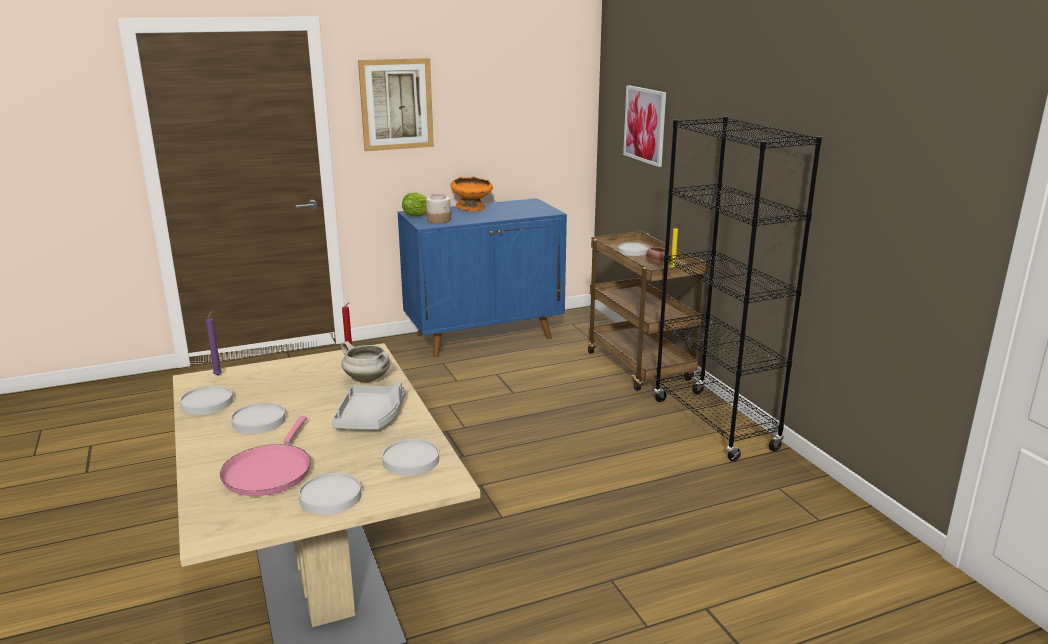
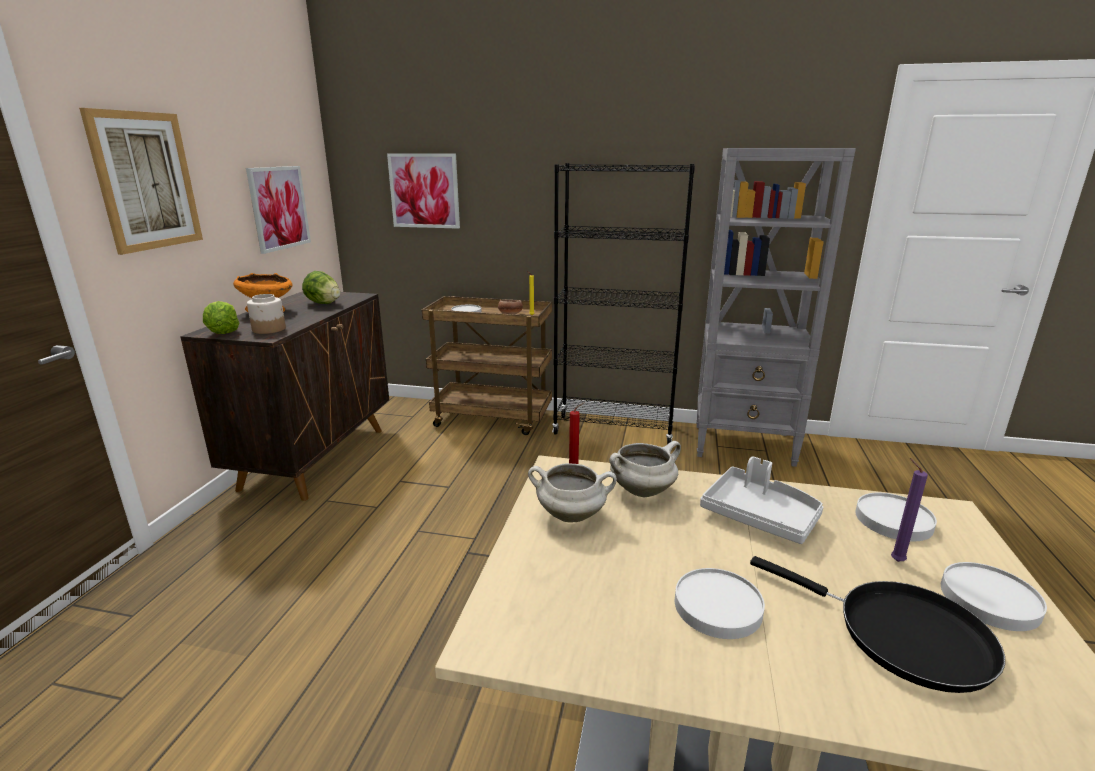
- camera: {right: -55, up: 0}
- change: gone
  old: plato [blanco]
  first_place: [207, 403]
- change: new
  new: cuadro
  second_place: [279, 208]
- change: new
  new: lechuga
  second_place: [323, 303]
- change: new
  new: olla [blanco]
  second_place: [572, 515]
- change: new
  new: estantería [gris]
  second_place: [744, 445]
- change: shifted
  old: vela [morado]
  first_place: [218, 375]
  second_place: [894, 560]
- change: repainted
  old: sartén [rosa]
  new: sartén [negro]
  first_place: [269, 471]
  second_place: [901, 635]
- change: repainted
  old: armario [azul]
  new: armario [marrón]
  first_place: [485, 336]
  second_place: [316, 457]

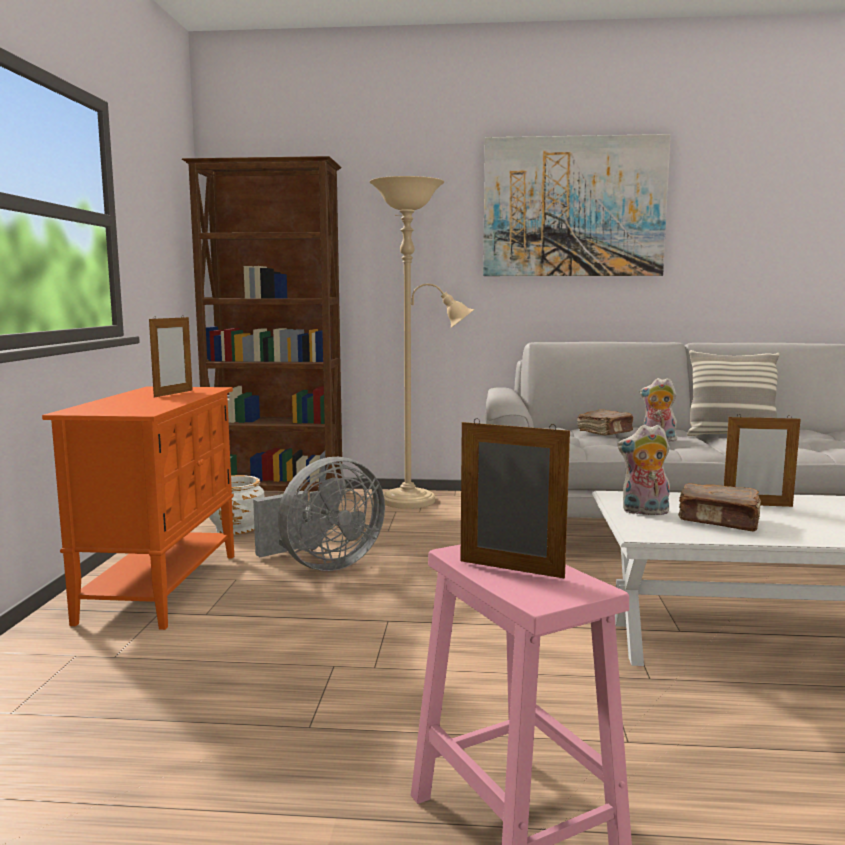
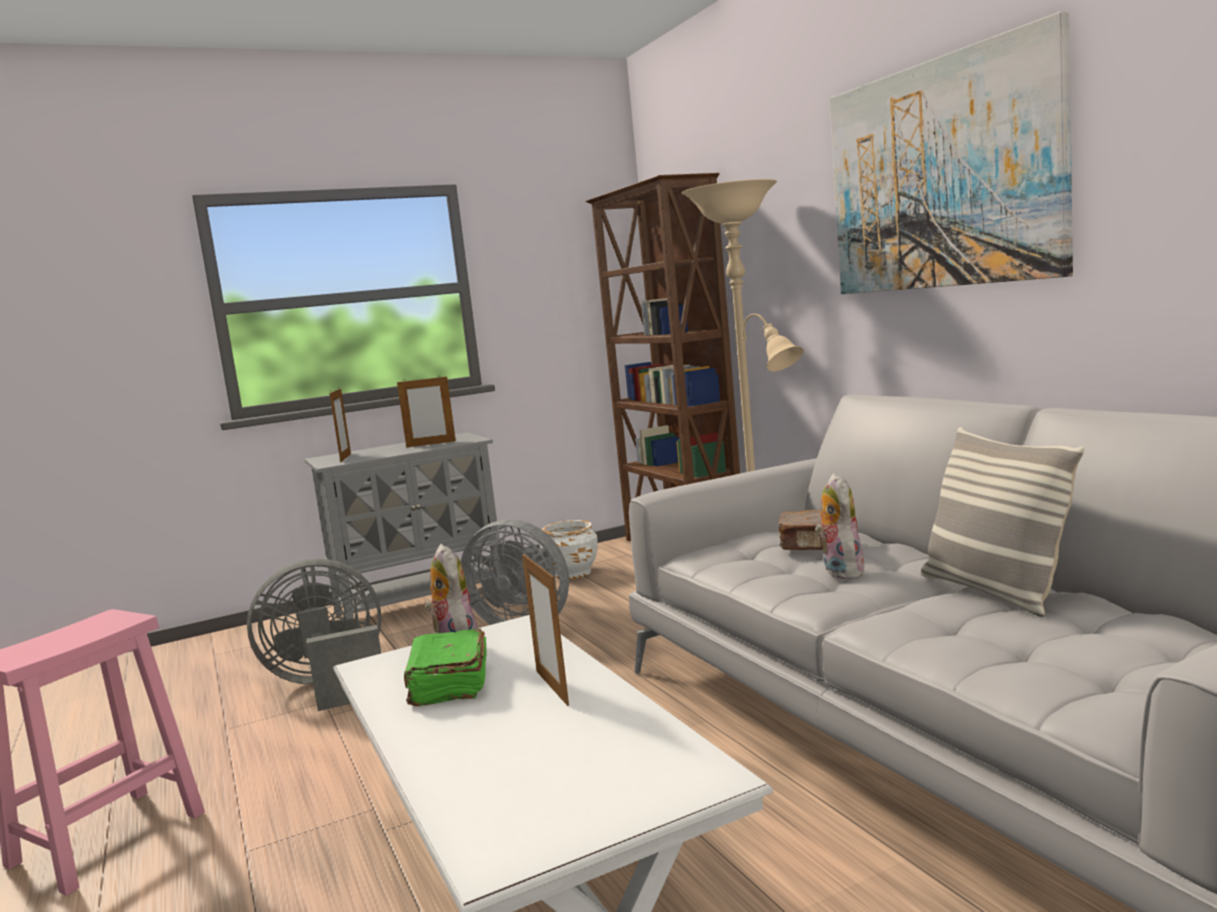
- camera: {right: 60, up: 0}
- change: new
  new: ventilador [gris]
  second_place: [330, 686]
- change: shifted
  old: portarretratos
  first_place: [511, 569]
  second_place: [345, 457]
- change: repainted
  old: armario [naranja]
  new: armario [gris]
  first_place: [162, 586]
  second_place: [422, 606]
- change: repainted
  old: libro [marrón]
  new: libro [verde]
  first_place: [719, 521]
  second_place: [448, 684]

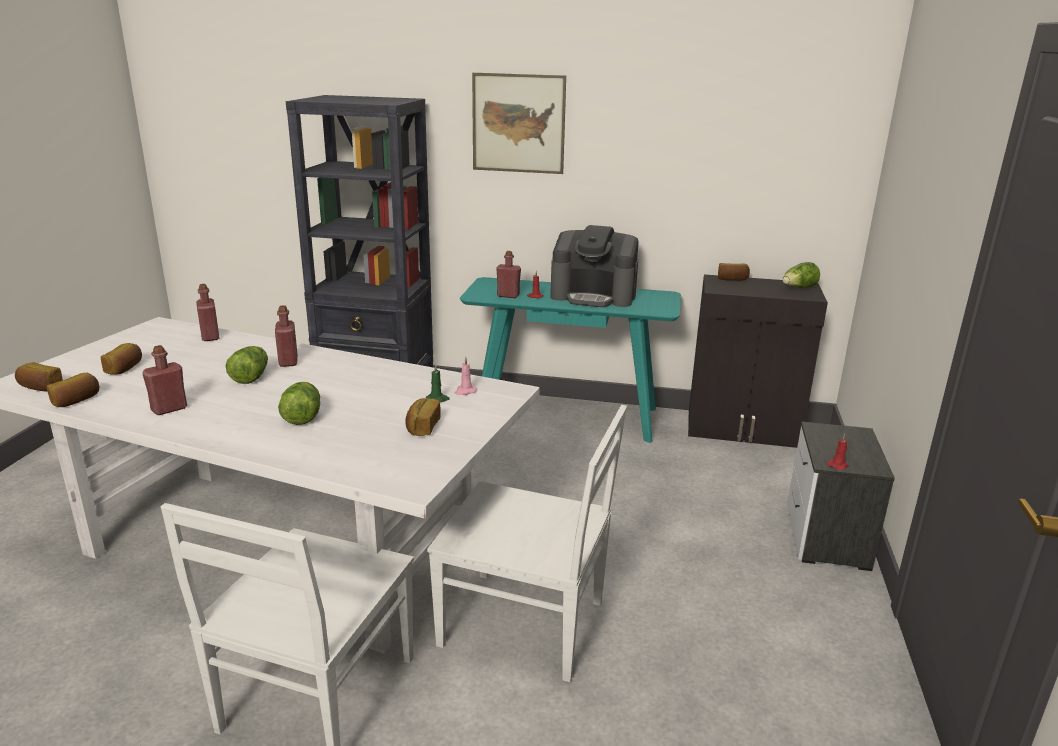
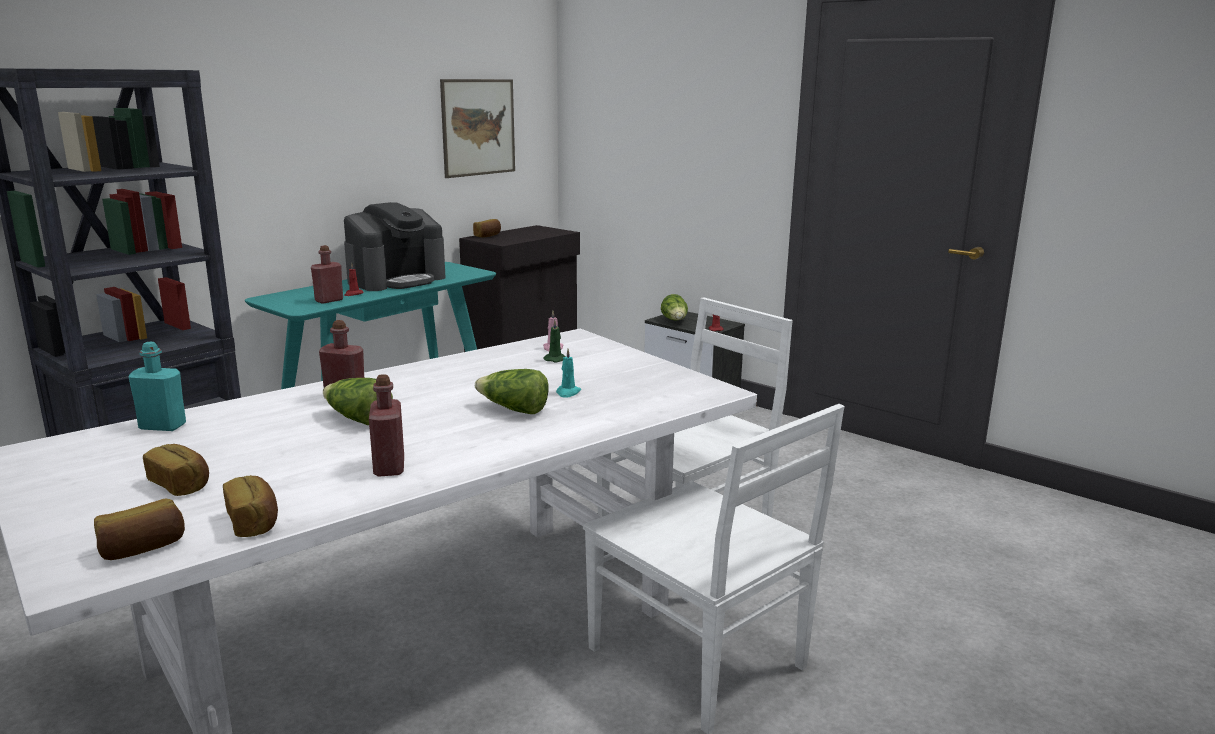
- camera: {right: -60, up: -5}
- change: gone
  old: pan
  first_place: [422, 427]
- change: new
  new: vela [turquesa]
  second_place: [567, 393]
- change: shifted
  old: cuadro
  first_place: [518, 123]
  second_place: [478, 127]
- change: shifted
  old: lechuga
  first_place: [798, 288]
  second_place: [675, 321]
- change: repainted
  old: botella [rojo]
  new: botella [turquesa]
  first_place: [210, 337]
  second_place: [162, 426]

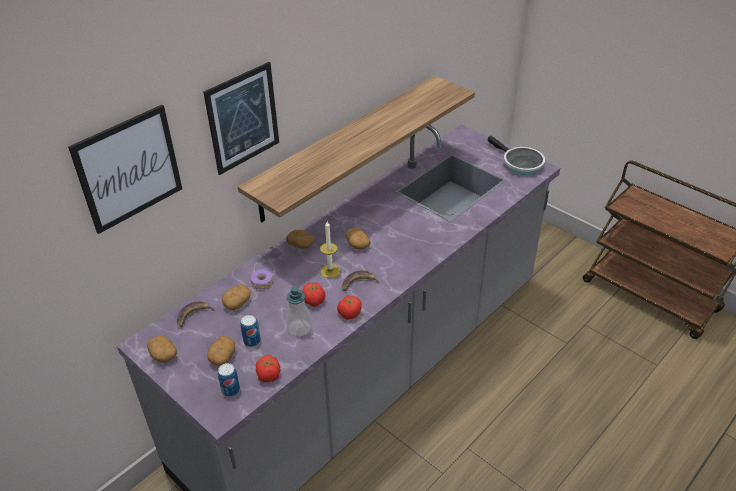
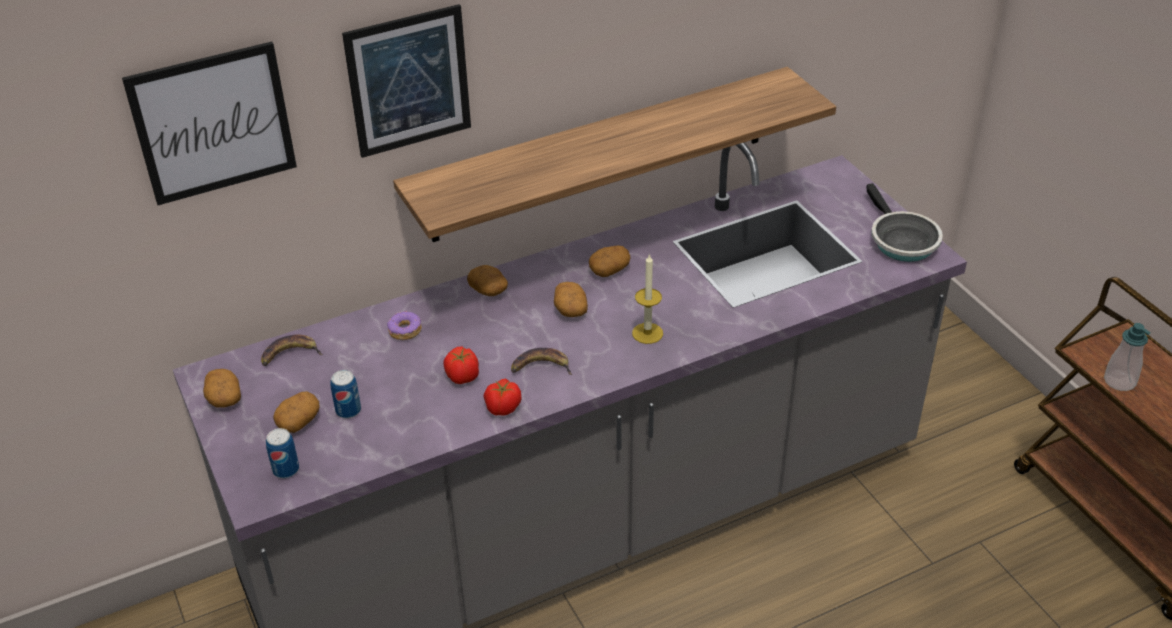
- camera: {right: 20, up: 0}
- change: gone
  old: tomate
  first_place: [268, 376]
- change: shifted
  old: patata
  first_place: [237, 303]
  second_place: [609, 269]
- change: shifted
  old: dispensador de jabón
  first_place: [299, 328]
  second_place: [1119, 381]
- change: shifted
  old: vela
  first_place: [330, 271]
  second_place: [647, 333]

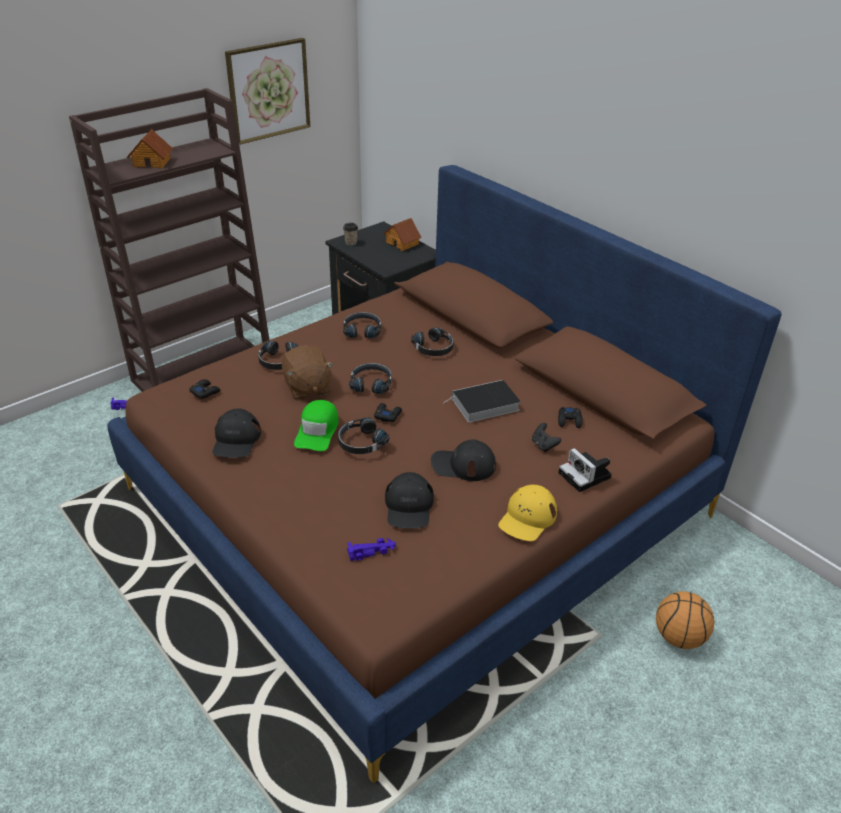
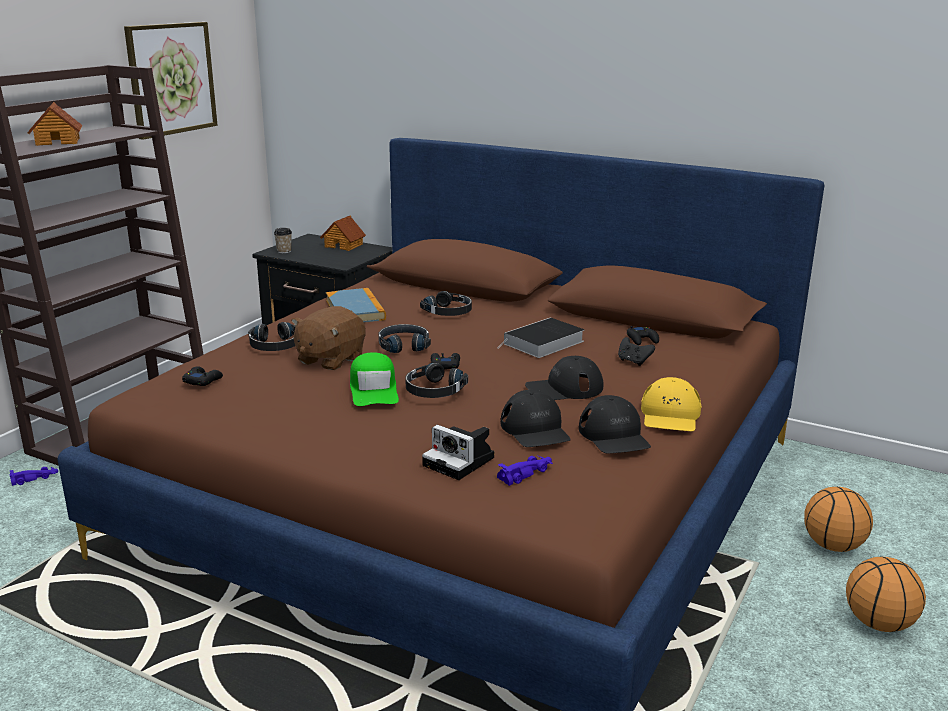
- camera: {right: -20, up: -15}
- change: new
  new: balón de baloncesto
  second_place: [879, 624]
- change: shifted
  old: gorra [negro]
  first_place: [236, 439]
  second_place: [614, 436]
- change: shifted
  old: cámara
  first_place: [586, 476]
  second_place: [461, 462]
- change: swapped
  old: auriculares [negro]
  new: libro
  first_place: [362, 330]
  second_place: [355, 310]
- change: rotated
  old: peluche [marrón]
  first_place: [307, 388]
  second_place: [329, 360]
  degrees: 75

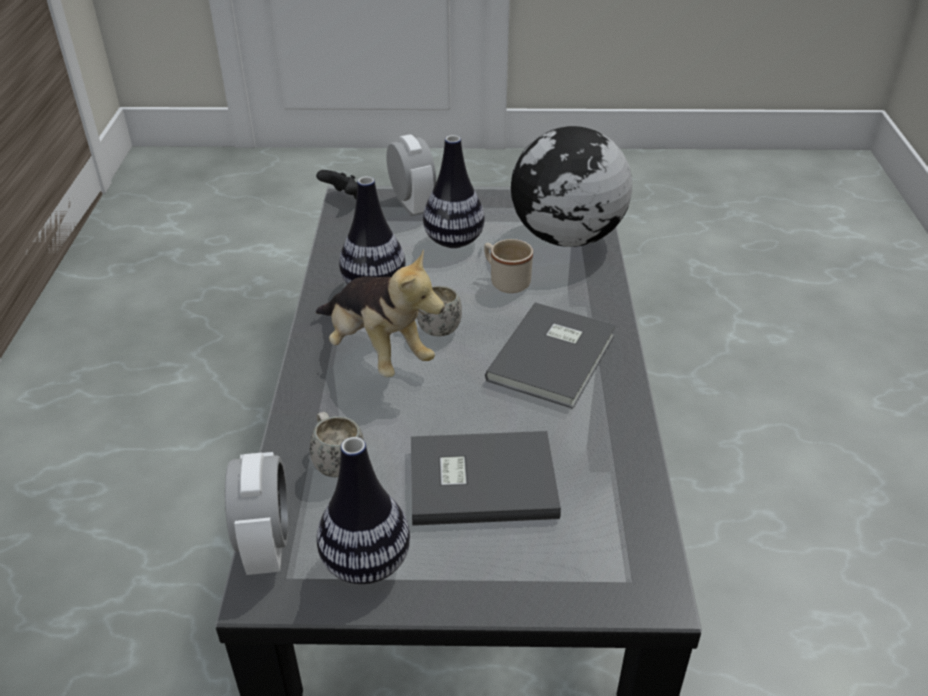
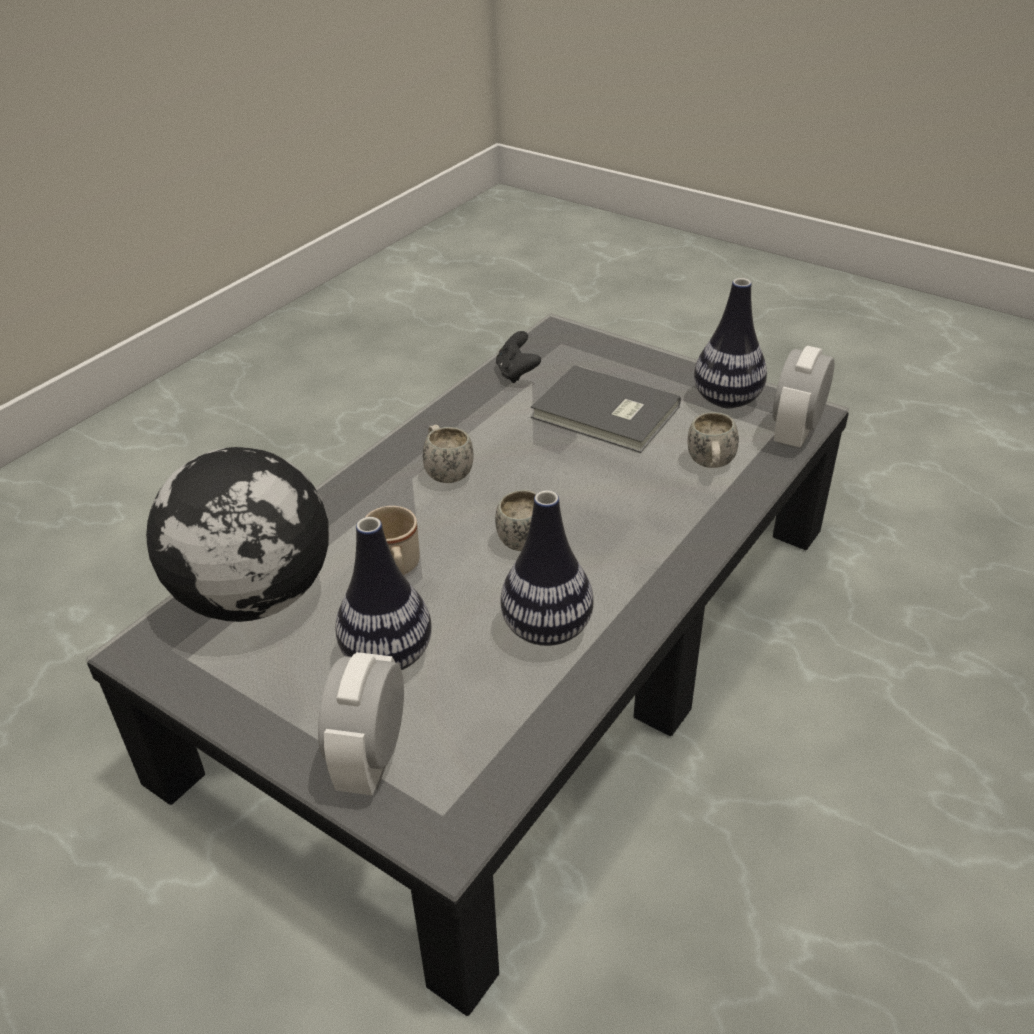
- camera: {right: -145, up: 0}
- change: gone
  old: peluche
  first_place: [377, 352]
- change: shifted
  old: mando de consola [negro]
  first_place: [344, 198]
  second_place: [517, 373]
- change: swapped
  old: libro [gris]
  new: taza grande [blanco]
  first_place: [556, 357]
  second_place: [445, 472]

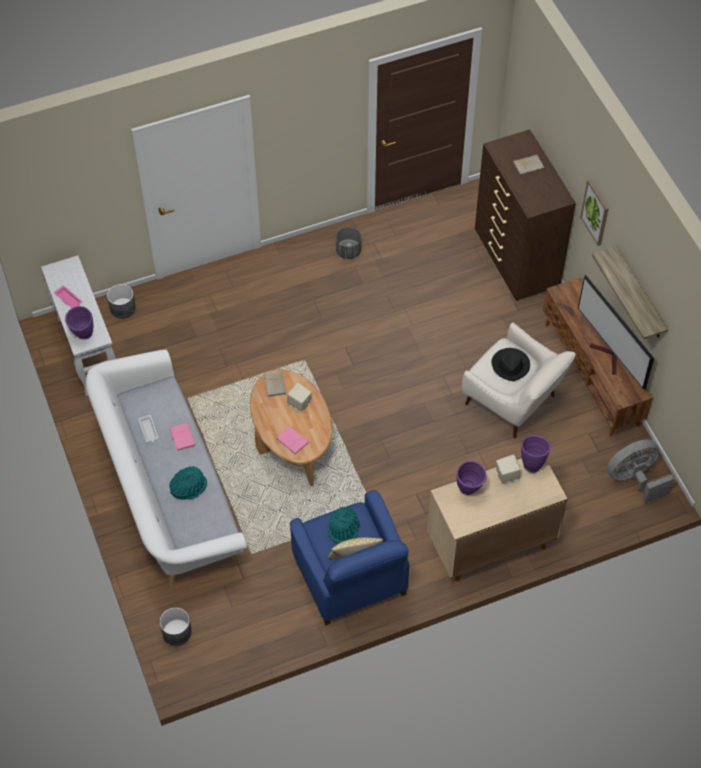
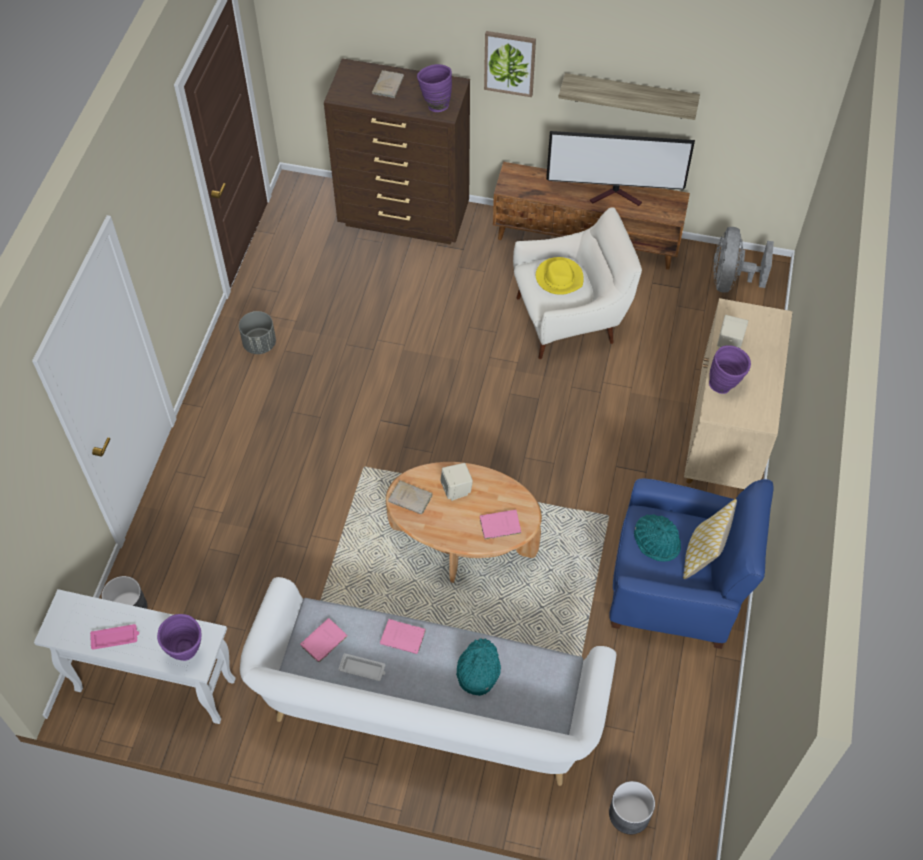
- camera: {right: -55, up: 0}
- change: new
  new: libro [rosa]
  second_place: [323, 642]
- change: shifted
  old: florero [morado]
  first_place: [532, 463]
  second_place: [434, 104]
- change: repainted
  old: sombrero [negro]
  new: sombrero [amarillo]
  first_place: [510, 365]
  second_place: [559, 278]

